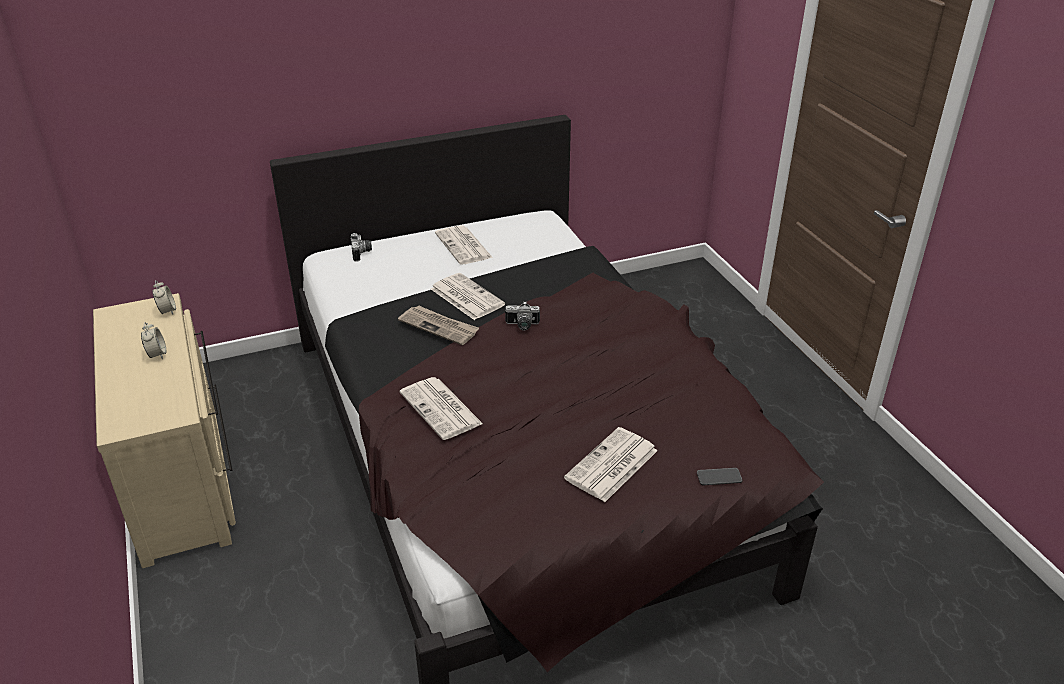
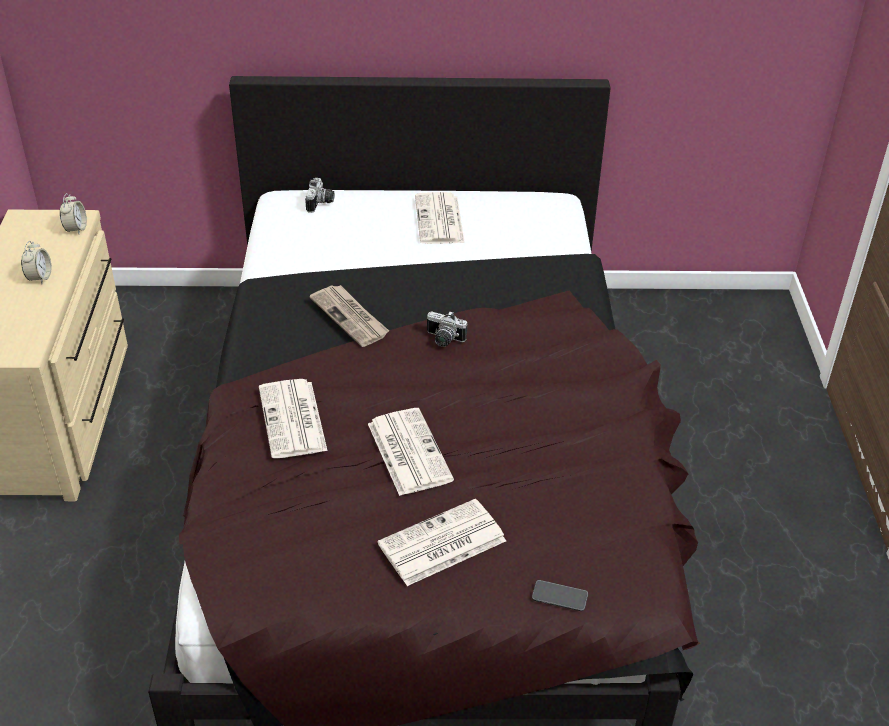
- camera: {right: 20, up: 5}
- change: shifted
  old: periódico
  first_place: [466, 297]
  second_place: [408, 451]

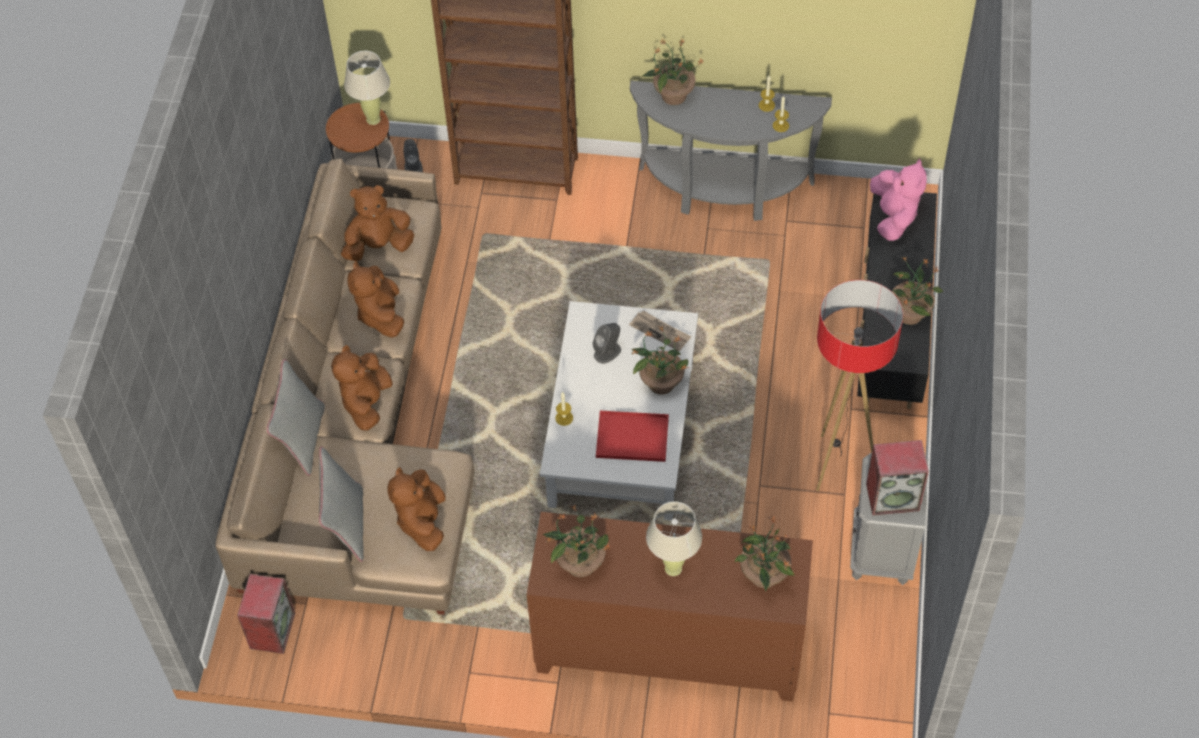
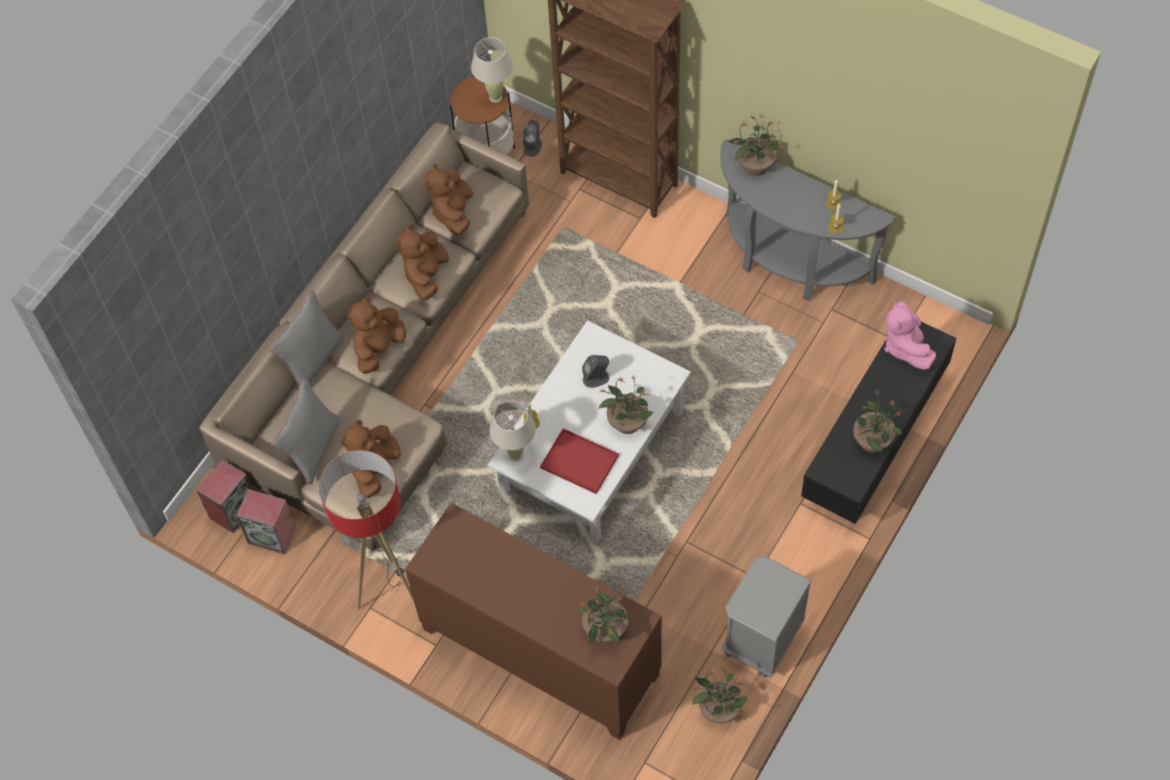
- camera: {right: 25, up: 5}
- change: gone
  old: periódico
  first_place: [660, 331]
- change: shifted
  old: planta en maceta
  first_place: [580, 563]
  second_place: [719, 709]
- change: shifted
  old: lámpara de mesa [beis]
  first_place: [673, 568]
  second_place: [516, 454]
- change: shifted
  old: lámpara de pie
  first_place: [838, 464]
  second_place: [390, 592]
- change: shifted
  old: altavoz
  first_place: [893, 496]
  second_place: [273, 535]
- change: rotated
  old: peluche [marrón]
  first_place: [378, 246]
  second_place: [453, 212]
  degrees: -90
- change: rotated
  old: peluche [rosa]
  first_place: [894, 217]
  second_place: [905, 346]
  degrees: 150

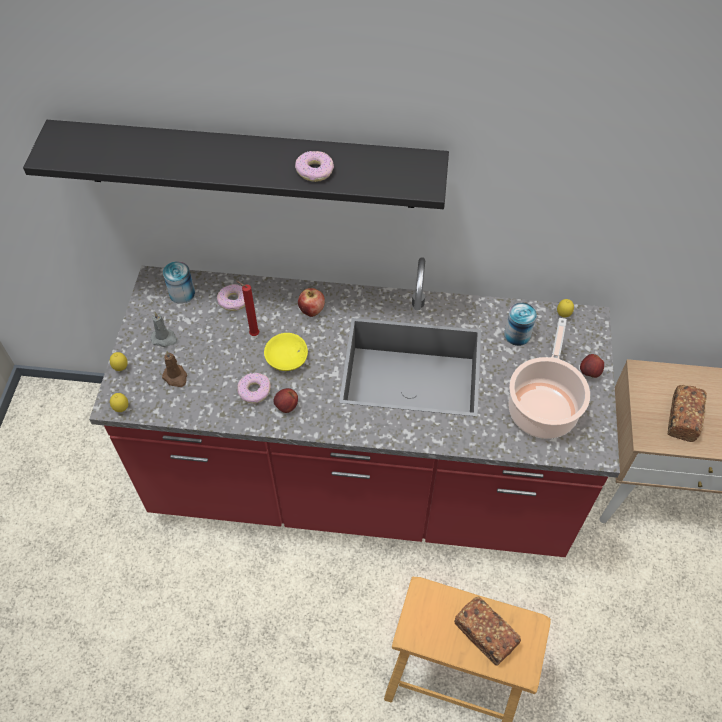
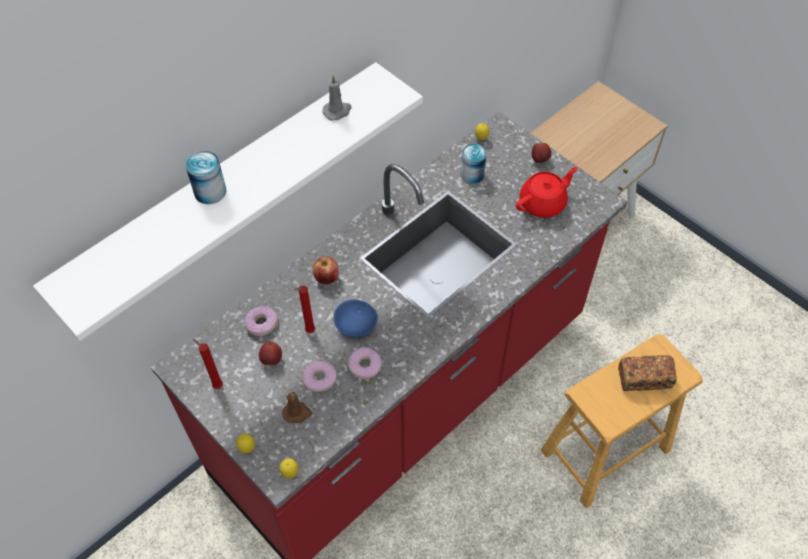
- camera: {right: -50, up: 0}
- change: gone
  old: pan
  first_place: [682, 418]
- change: new
  new: vela [rojo]
  second_place: [216, 385]
- change: shifted
  old: vela [gris]
  first_place: [164, 338]
  second_place: [337, 111]
- change: shifted
  old: lata
  first_place: [182, 293]
  second_place: [210, 191]
- change: shifted
  old: manzana
  first_place: [286, 406]
  second_place: [272, 360]
- change: shifted
  old: rosquilla
  first_place: [314, 170]
  second_place: [319, 379]
- change: swapped
  old: olla
  new: tetera [rojo]
  first_place: [543, 407]
  second_place: [543, 203]
- change: repainted
  old: estante [negro]
  new: estante [blanco]
  first_place: [248, 164]
  second_place: [227, 190]
- change: repainted
  old: cuenco [amarillo]
  new: cuenco [azul]
  first_place: [285, 358]
  second_place: [354, 325]

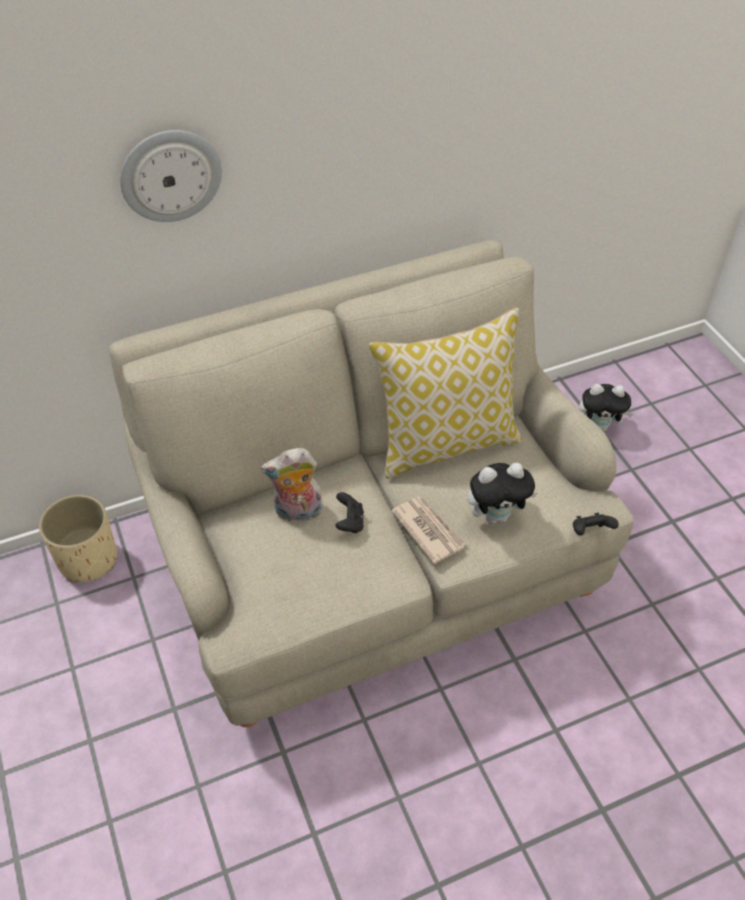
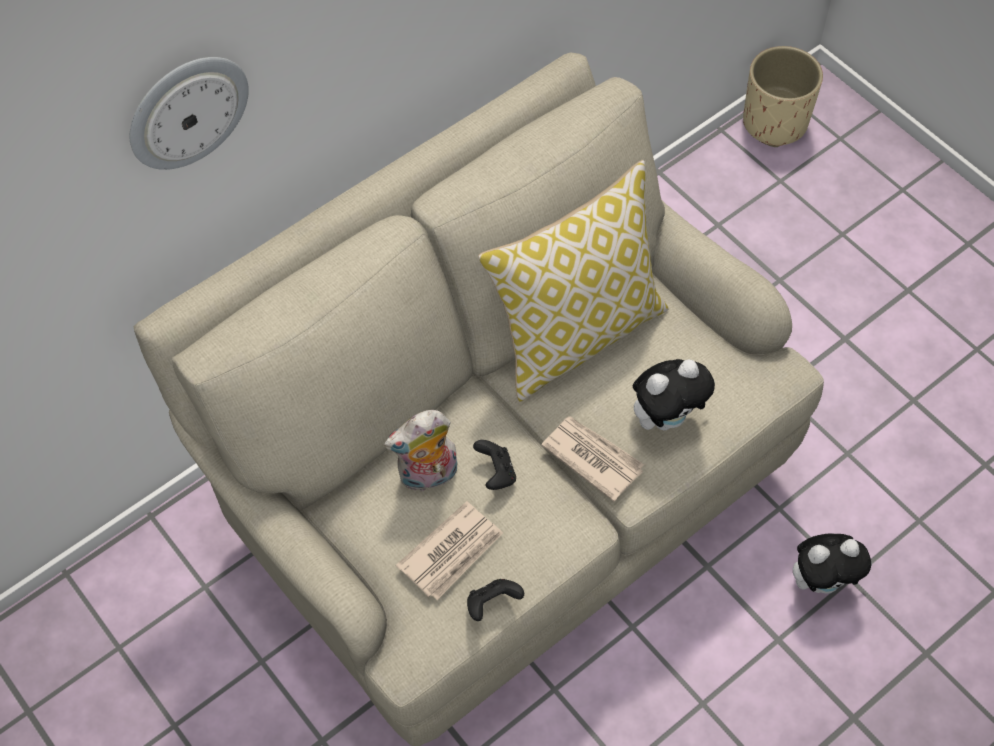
- camera: {right: -15, up: 10}
- change: new
  new: periódico
  second_place: [452, 552]
- change: shifted
  old: maceta [beis]
  first_place: [88, 559]
  second_place: [774, 122]
- change: shifted
  old: mando de consola [negro]
  first_place: [590, 532]
  second_place: [492, 604]
- change: shifted
  old: peluche
  first_place: [599, 426]
  second_place: [822, 581]

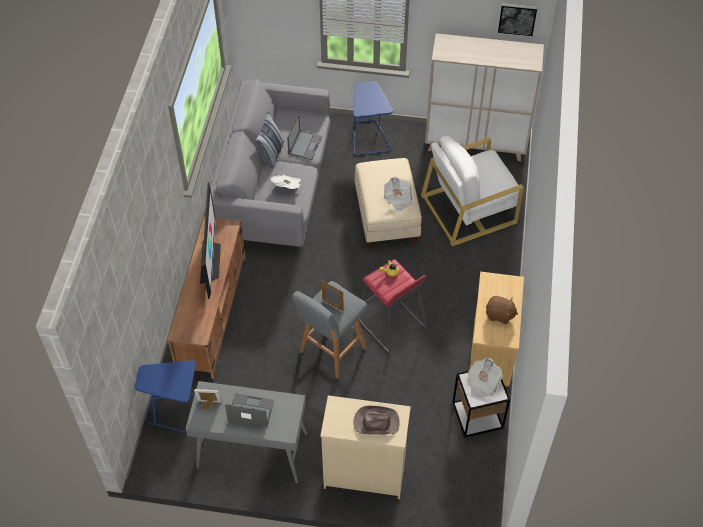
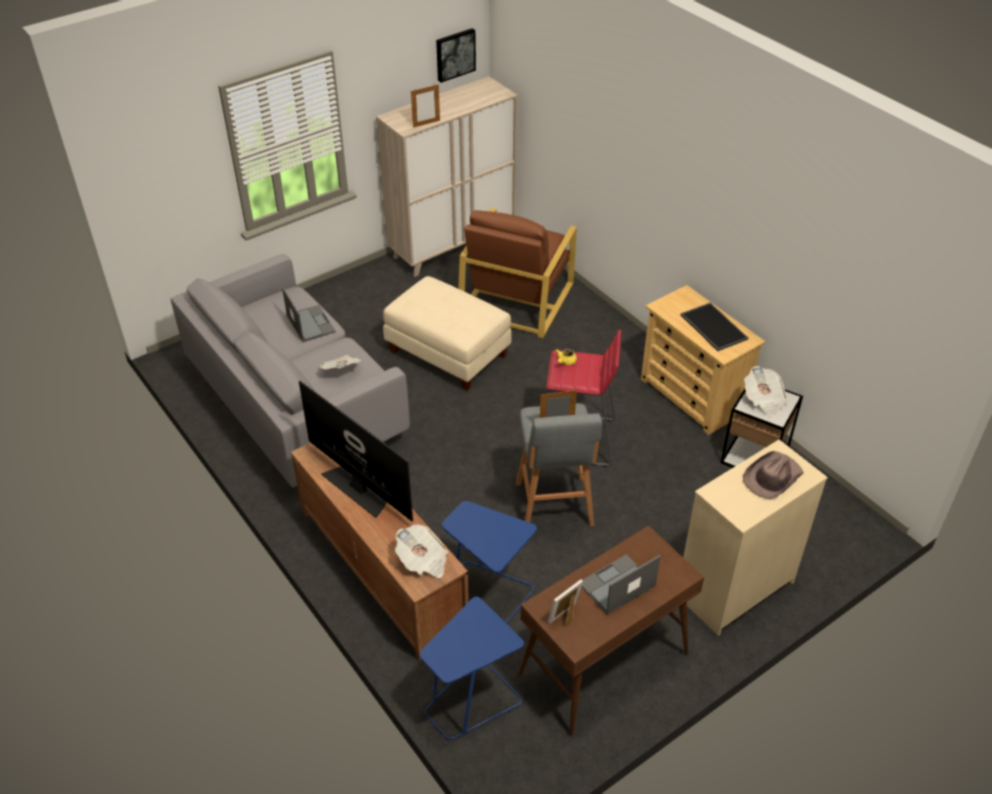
- camera: {right: -45, up: -10}
- change: gone
  old: cojín
  first_place: [271, 154]
- change: new
  new: portarretratos
  second_place: [426, 123]
- change: shifted
  old: mesa auxiliar [azul]
  first_place: [369, 138]
  second_place: [487, 593]
- change: shifted
  old: periódico
  first_place: [398, 200]
  second_place: [423, 561]
- change: swapped
  old: peluche [marrón]
  new: bandeja
  first_place: [499, 315]
  second_place: [712, 327]
- change: repainted
  old: mesa consola [gris]
  new: mesa consola [marrón]
  first_place: [251, 451]
  second_place: [603, 665]
- change: repainted
  old: sillón [blanco]
  new: sillón [marrón]
  first_place: [469, 208]
  second_place: [517, 298]

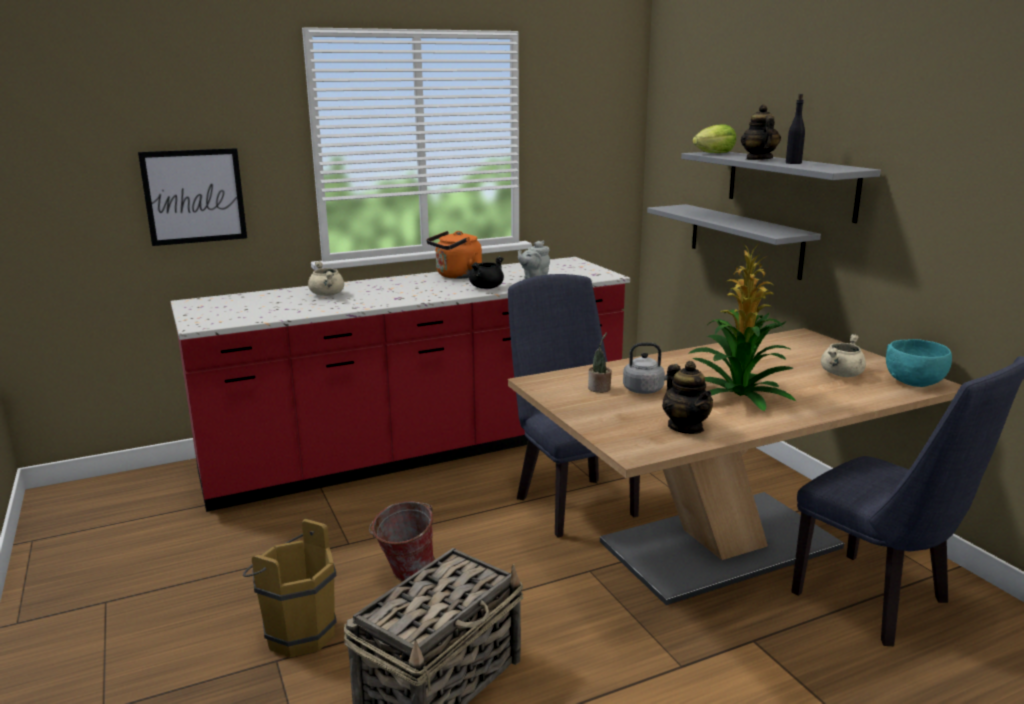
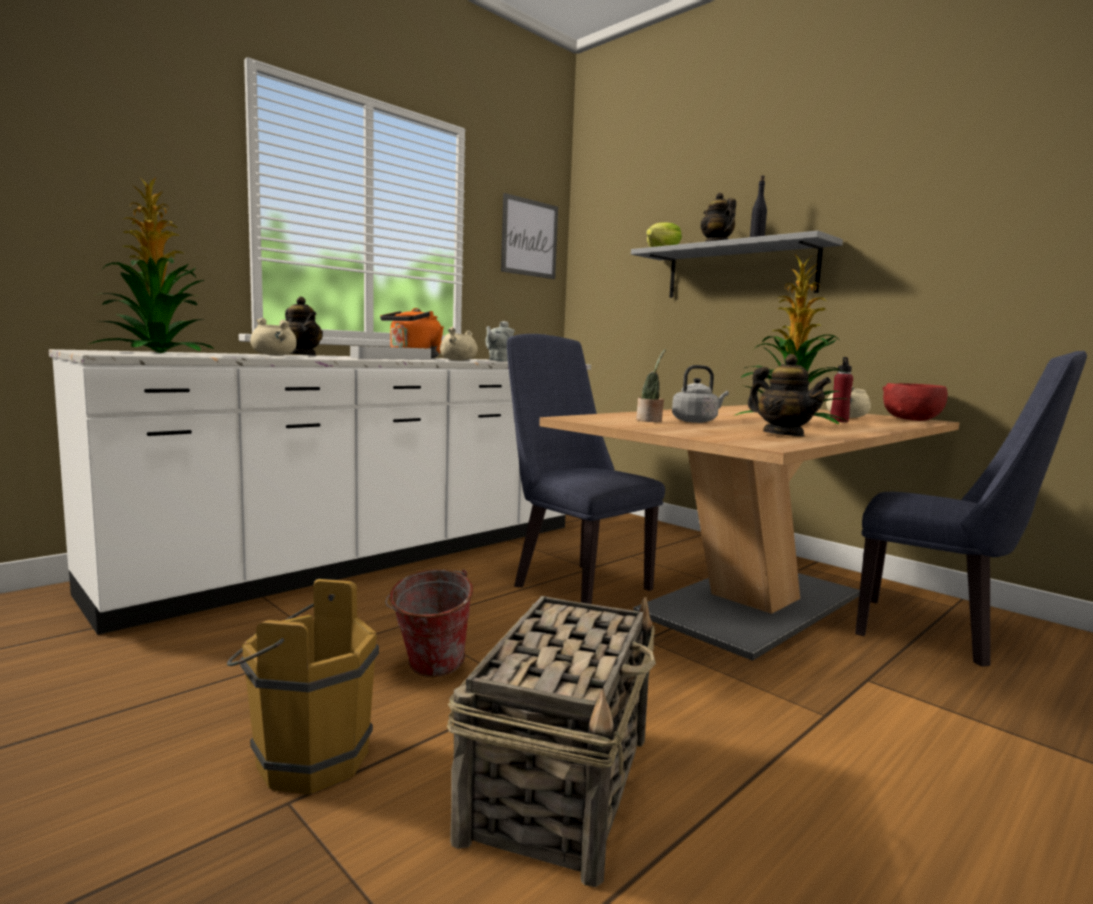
- camera: {right: -20, up: -10}
- change: gone
  old: estante [gris]
  first_place: [744, 240]
- change: new
  new: planta en maceta
  second_place: [156, 352]
- change: new
  new: tetera
  second_place: [302, 355]
- change: new
  new: bandeja [gris]
  second_place: [392, 359]
- change: new
  new: botella [rojo]
  second_place: [838, 421]
- change: shifted
  old: cuadro
  first_place: [194, 196]
  second_place: [529, 238]
- change: repainted
  old: mueble bajo de cocina [rojo]
  new: mueble bajo de cocina [blanco]
  first_place: [419, 452]
  second_place: [373, 557]
- change: repainted
  old: olla [negro]
  new: olla [beis]
  first_place: [486, 287]
  second_place: [458, 360]
- change: repainted
  old: cuenco [turquesa]
  new: cuenco [rojo]
  first_place: [914, 382]
  second_place: [911, 419]

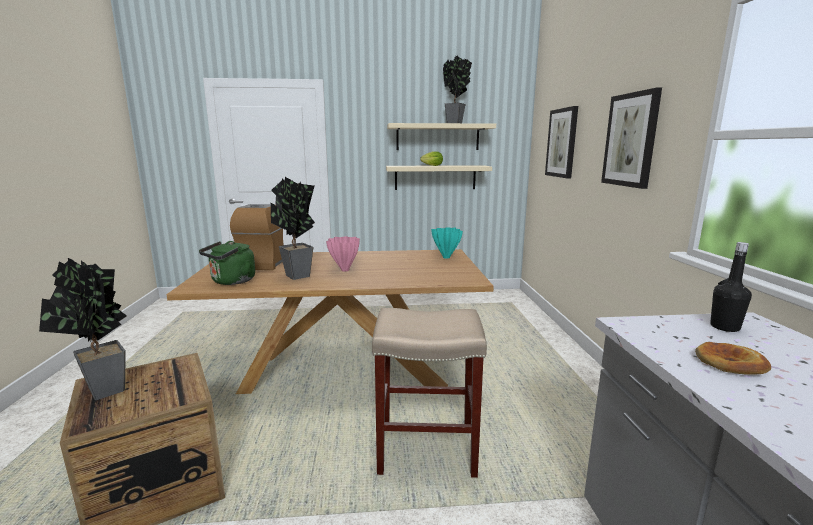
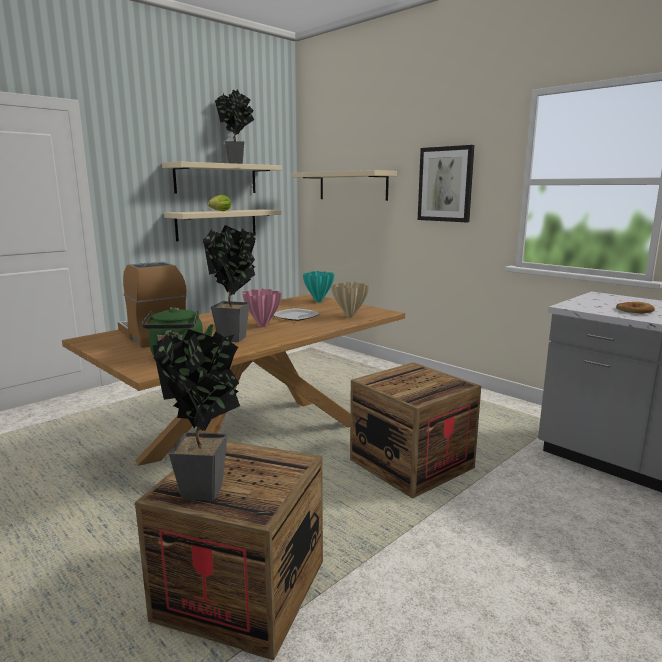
- camera: {right: -40, up: 0}
- change: gone
  old: botella [negro]
  first_place: [724, 327]
- change: new
  new: plato
  second_place: [296, 316]
- change: new
  new: florero [beis]
  second_place: [350, 316]
- change: swapped
  old: taburete [beis]
  new: caja de embalaje
  first_place: [425, 451]
  second_place: [411, 464]
- change: swapped
  old: cuadro
  new: estante [beis]
  first_place: [562, 143]
  second_place: [352, 186]

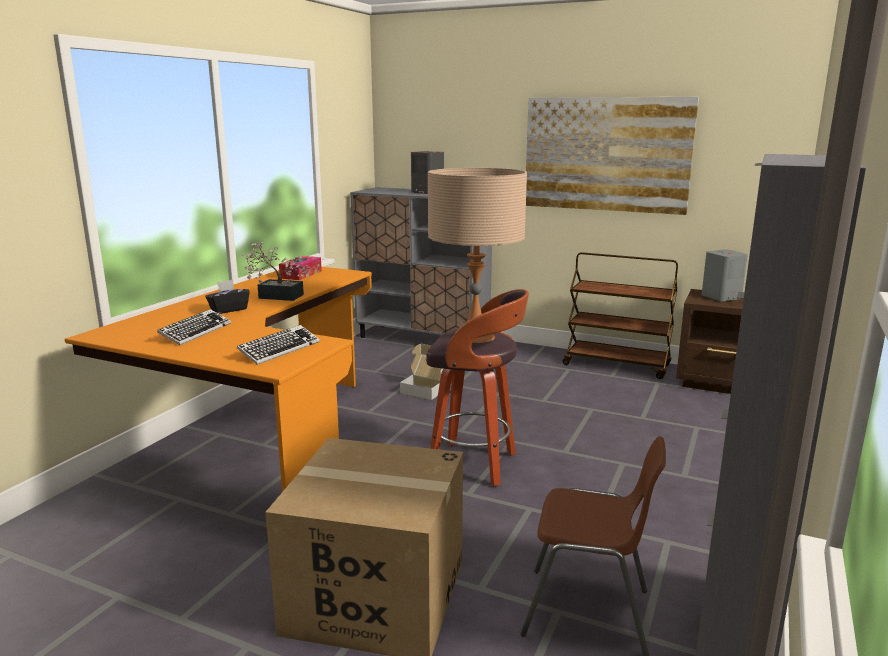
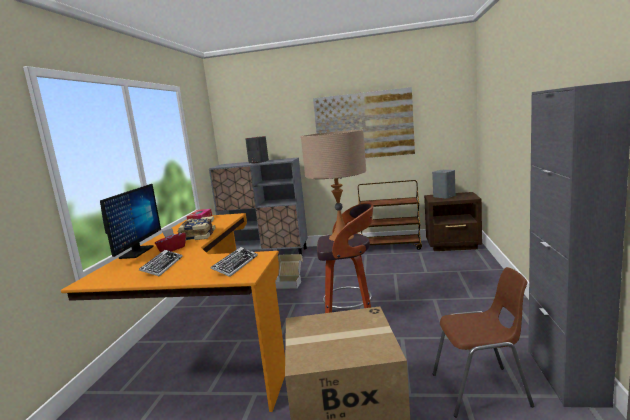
- camera: {right: -15, up: -5}
- change: new
  new: monitor
  second_place: [136, 252]
- change: swapped
  old: planta en maceta
  new: libro
  first_place: [276, 296]
  second_place: [197, 236]
- change: repainted
  old: caja de pañuelos [negro]
  new: caja de pañuelos [rojo]
  first_place: [228, 309]
  second_place: [172, 249]

